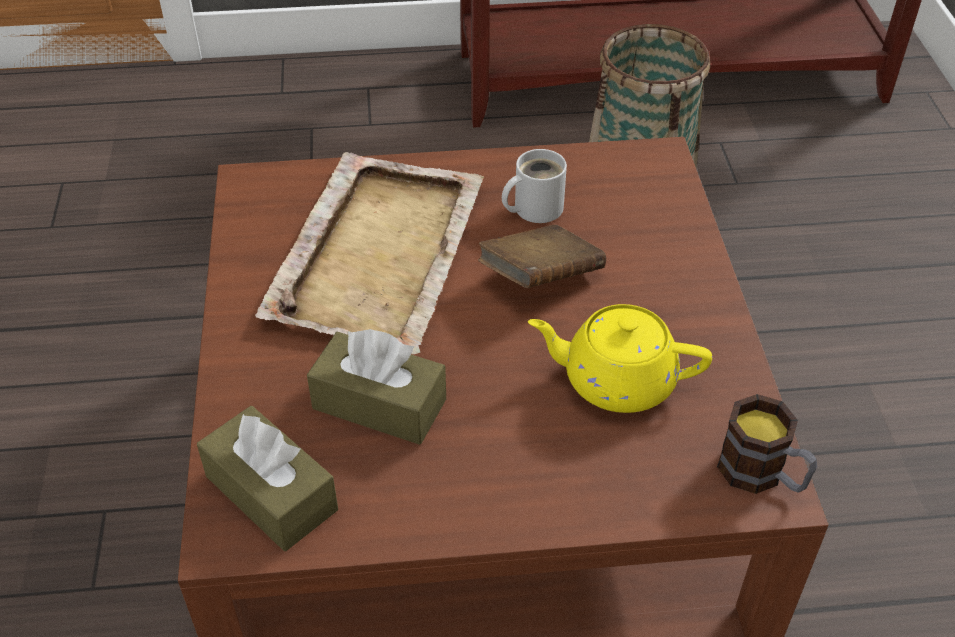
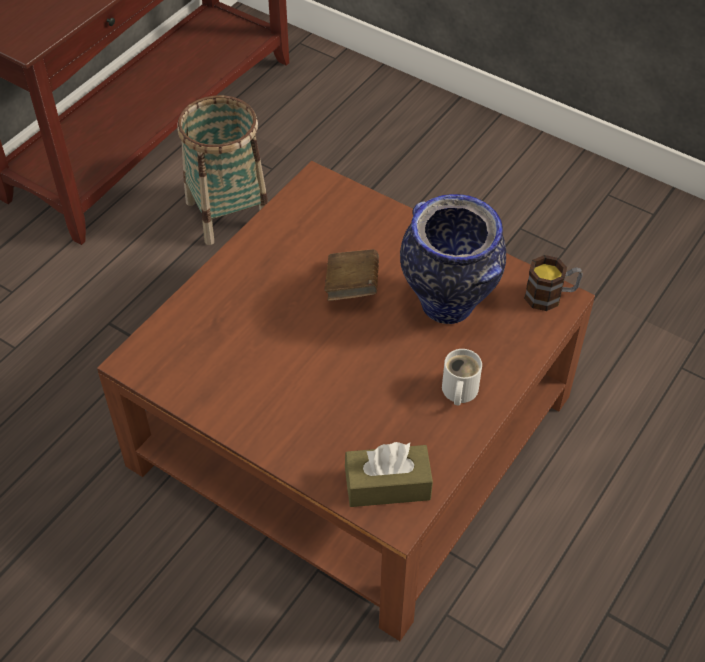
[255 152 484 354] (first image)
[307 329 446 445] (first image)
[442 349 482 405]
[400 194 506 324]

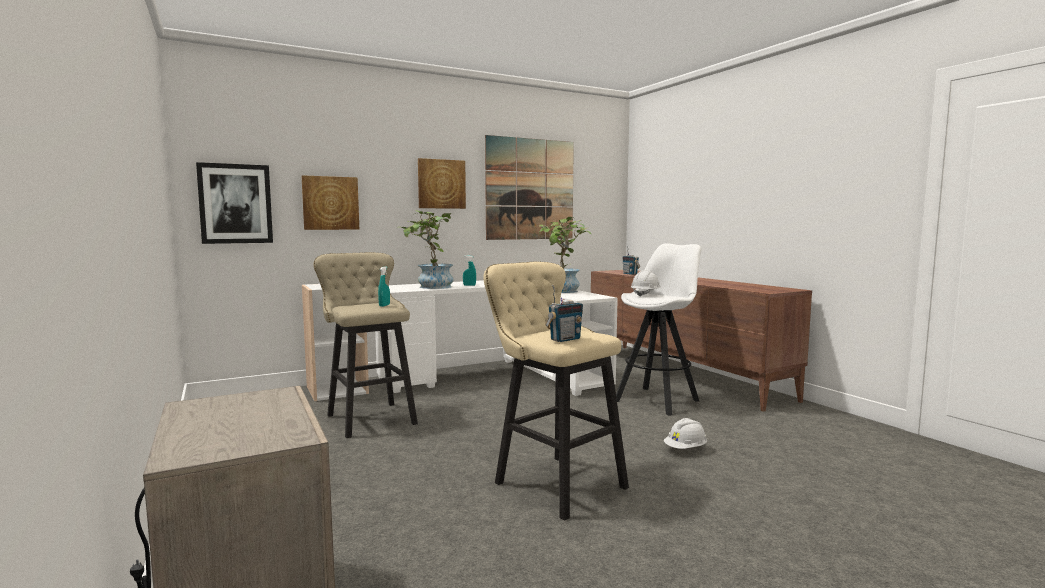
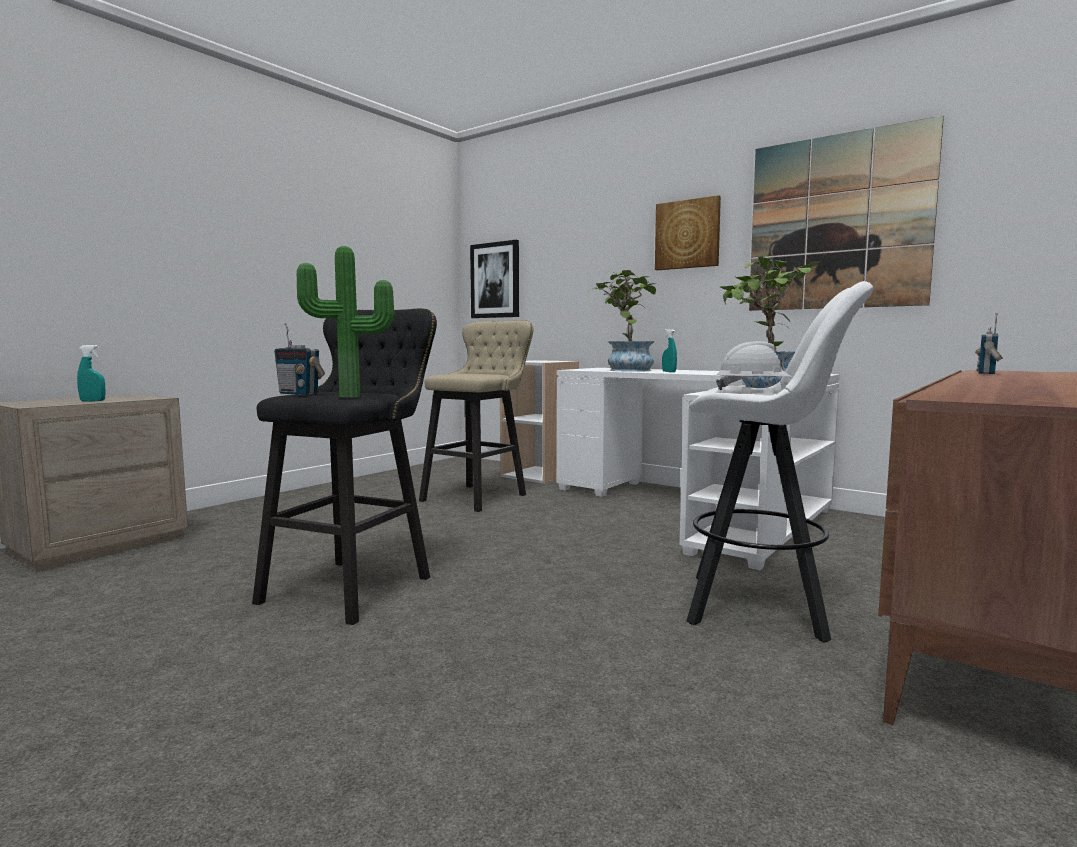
[302 175 359 230] (first image)
[77 345 105 402]
[252 308 437 625]
[664 418 707 449] (first image)
[297 246 394 397]

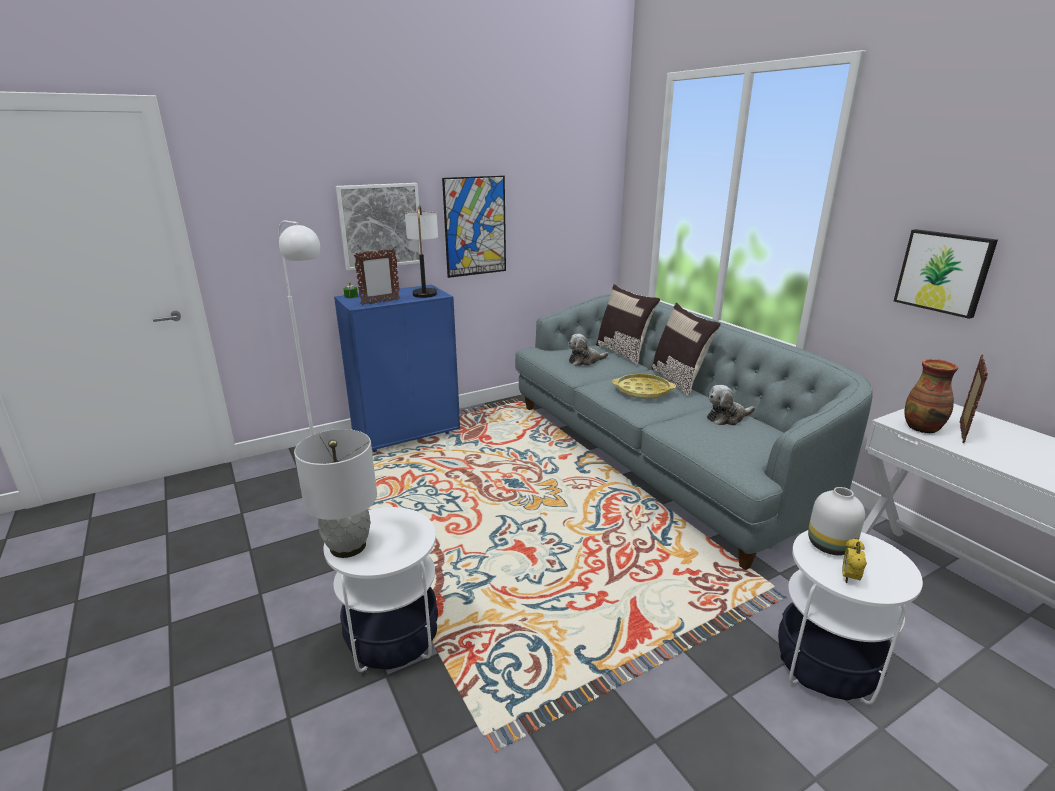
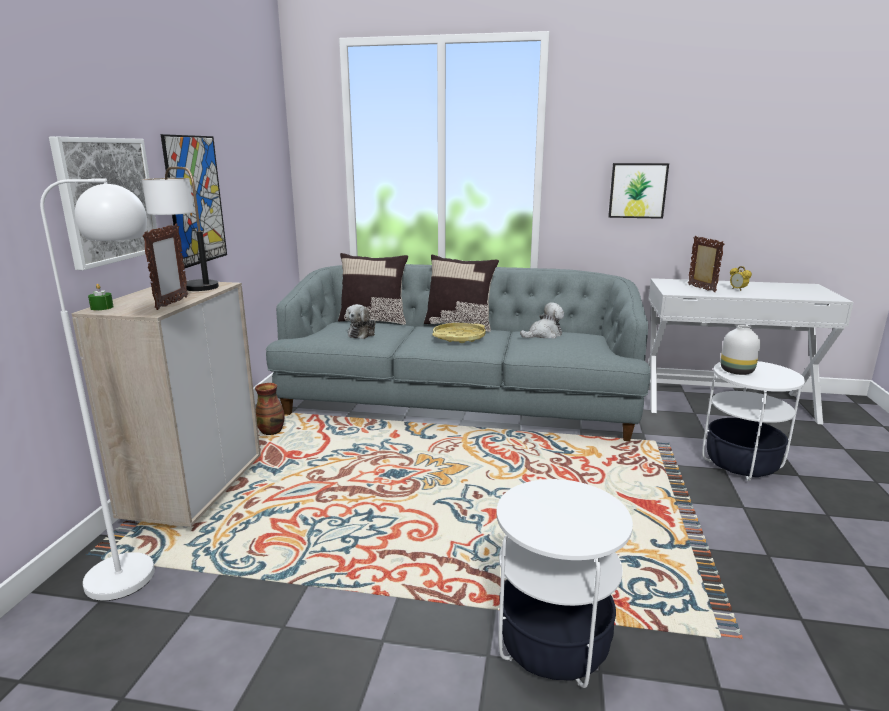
[294 429 377 558] (first image)
[71 282 261 528]
[520 303 564 338]
[730 266 752 291]
[255 383 285 435]

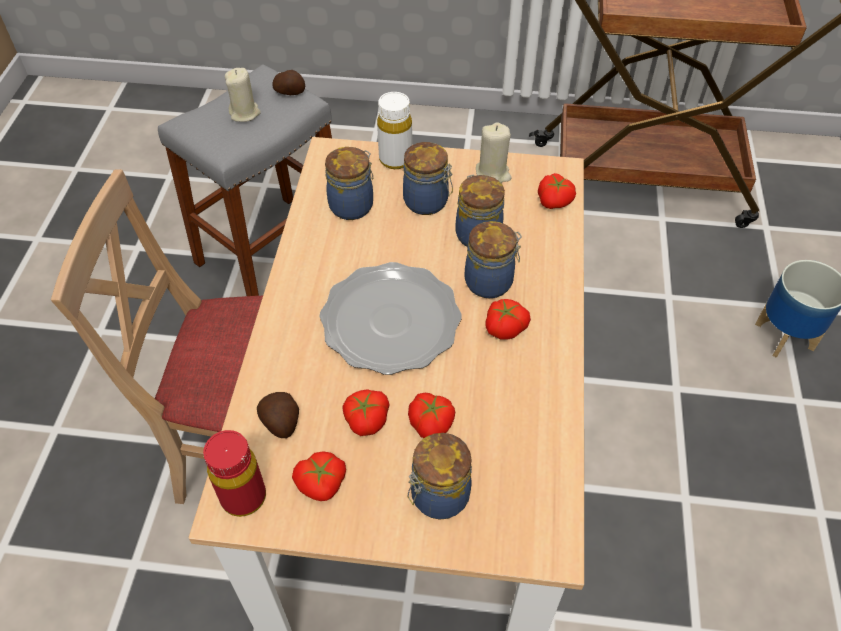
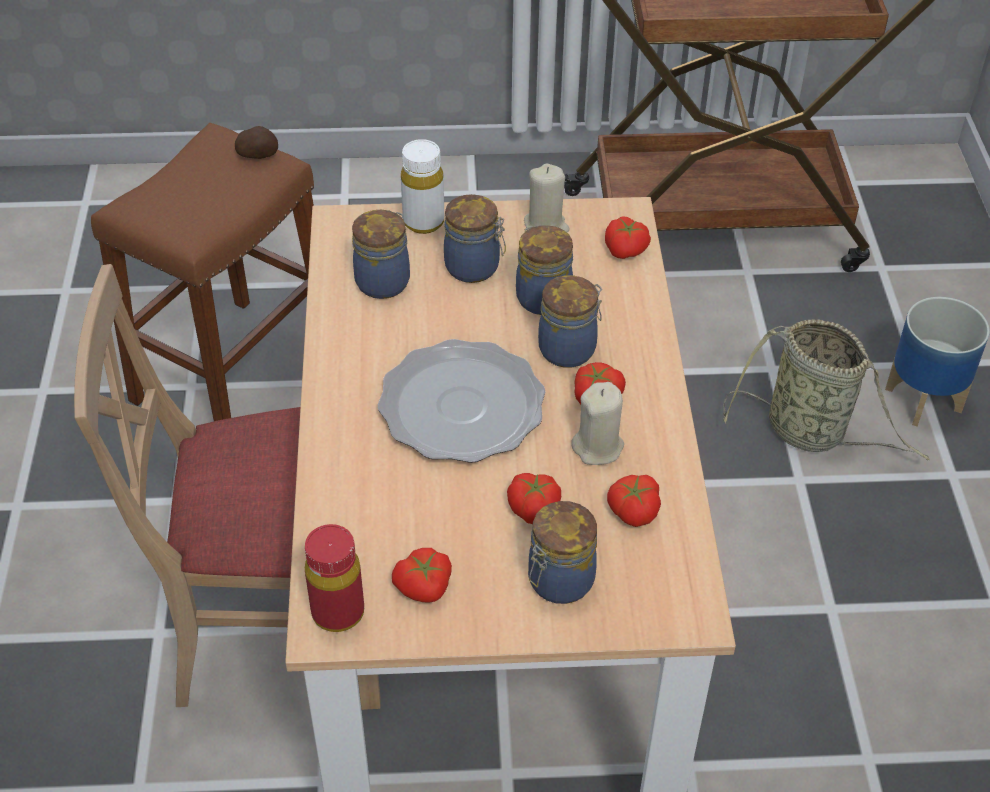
[91 123 314 421]
[571 382 624 465]
[257 392 299 438] (first image)
[607 475 661 527]
[723 319 930 460]

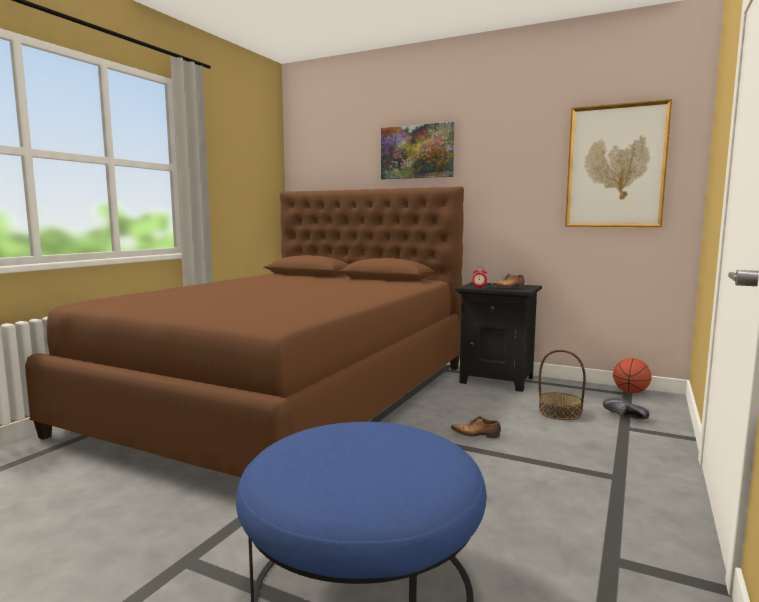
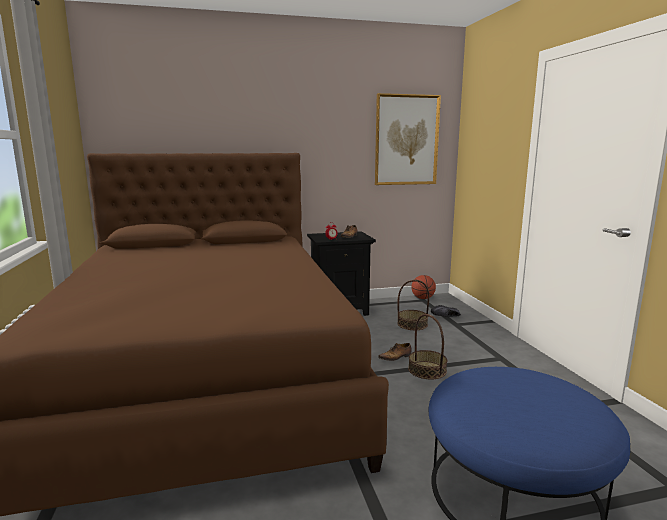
[381 122 454 179] (first image)
[408 314 447 379]

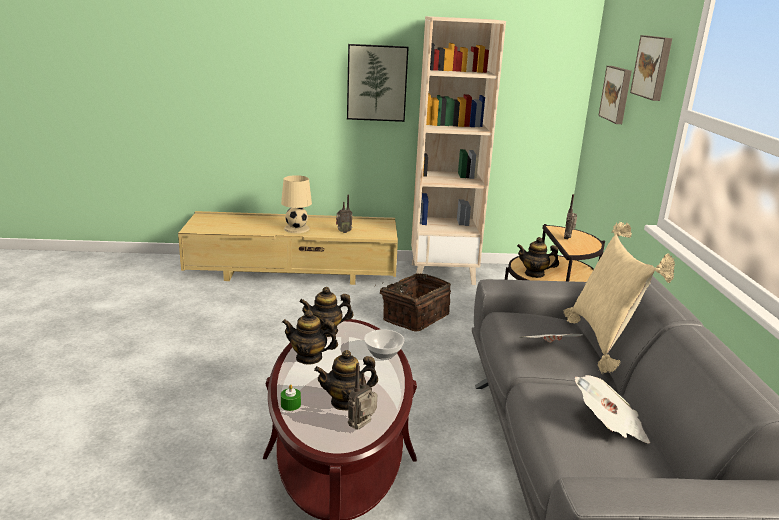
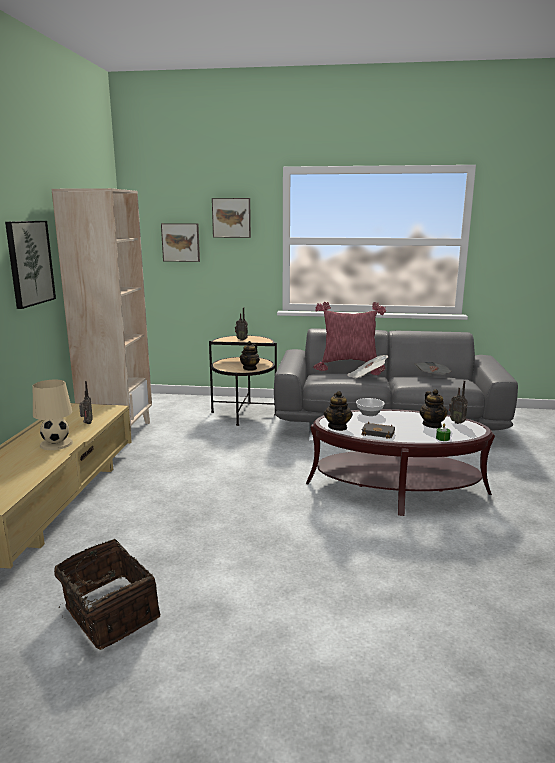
[362 422 395 439]
[54 539 160 650]
[313 302 386 375]

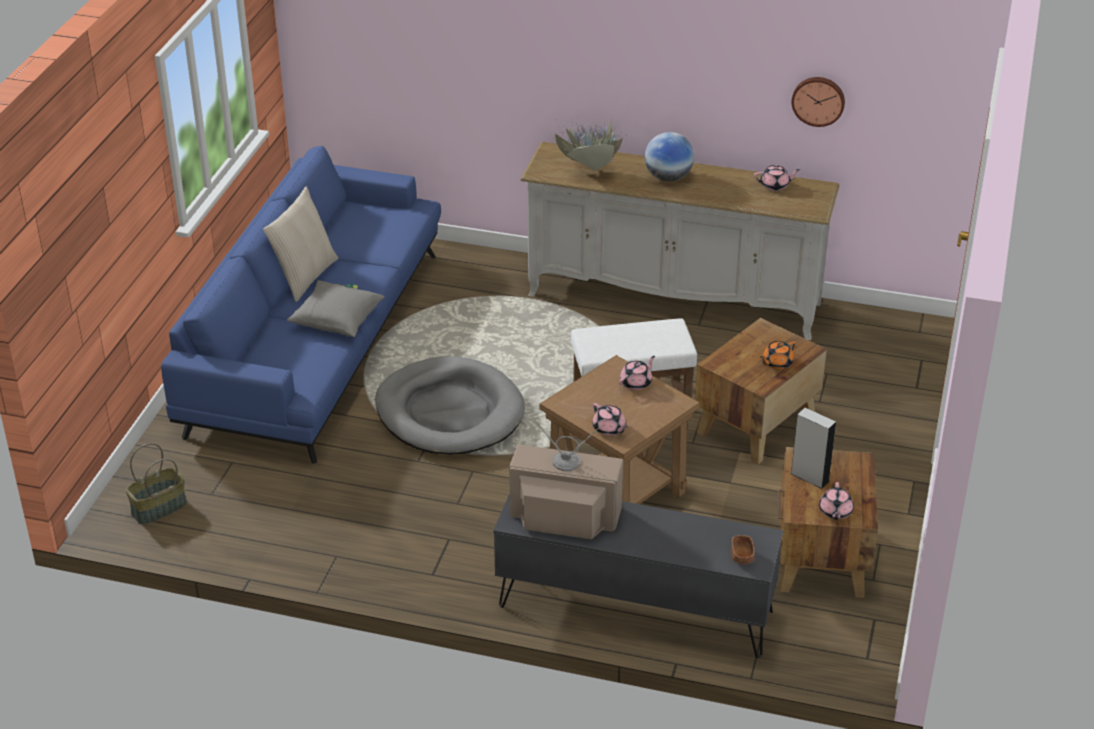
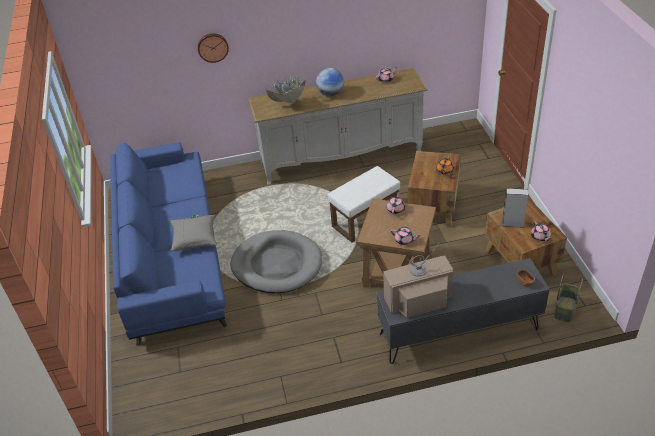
[554 273 583 322]
[263 187 338 302] (first image)
[198 33 229 63]

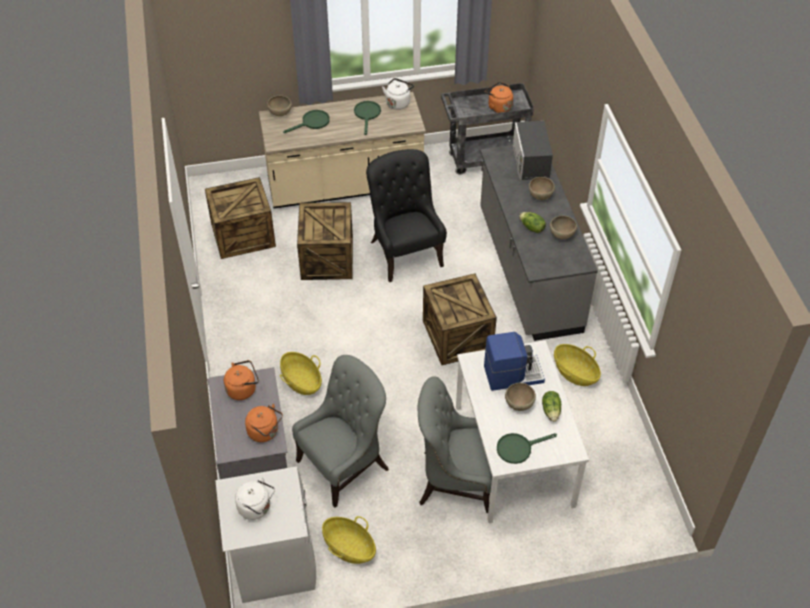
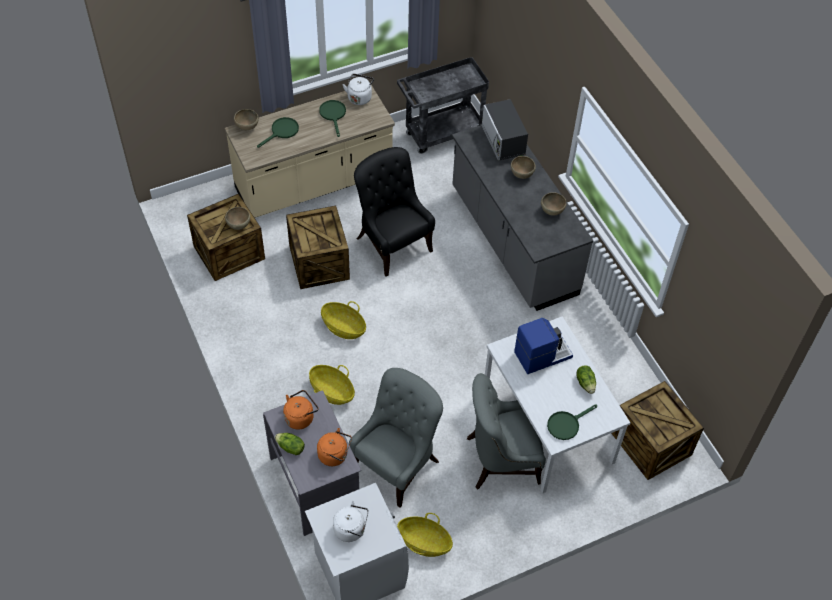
[611 381 704 480]
[485 82 513 113] (first image)
[225 207 250 230]
[275 433 305 455]
[321 301 366 339]

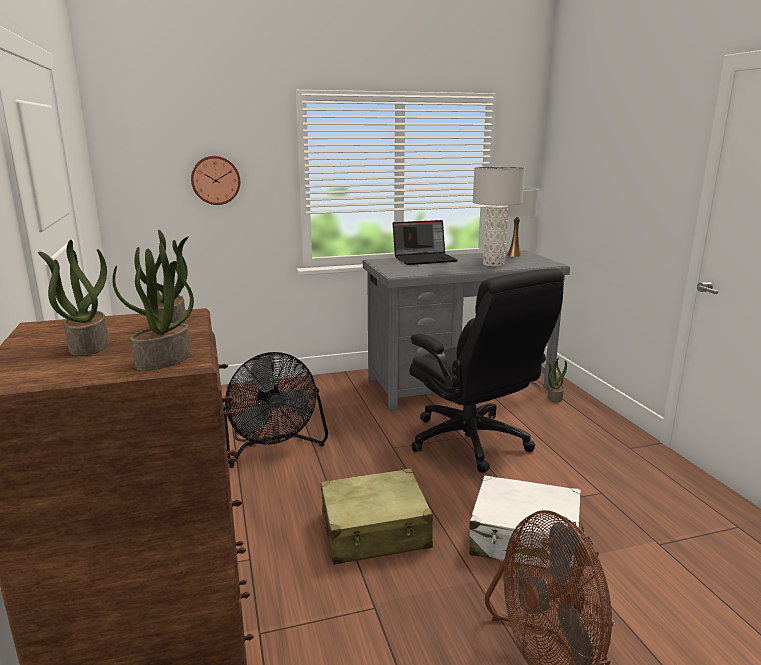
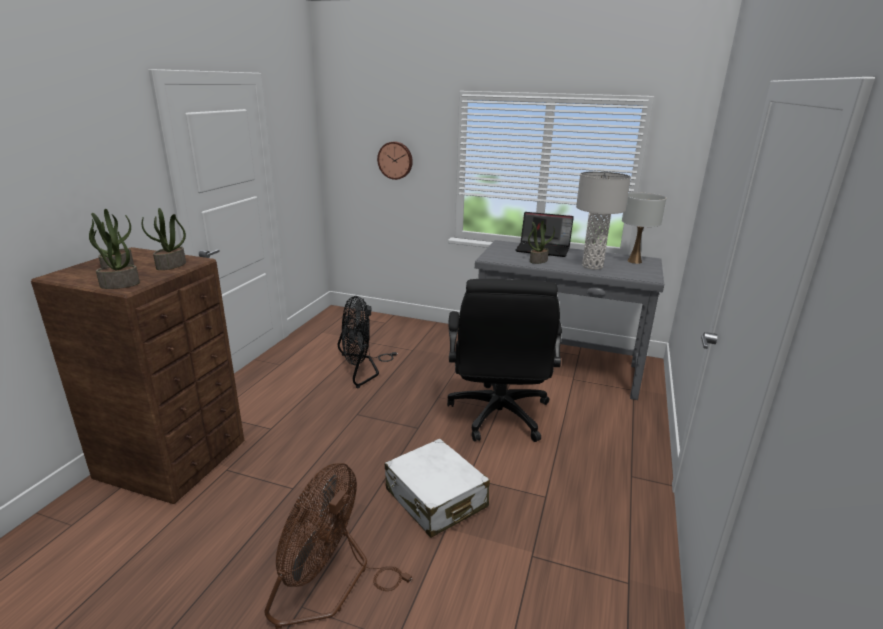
[338 296 398 388]
[321 468 433 565] (first image)
[528 220 555 264]

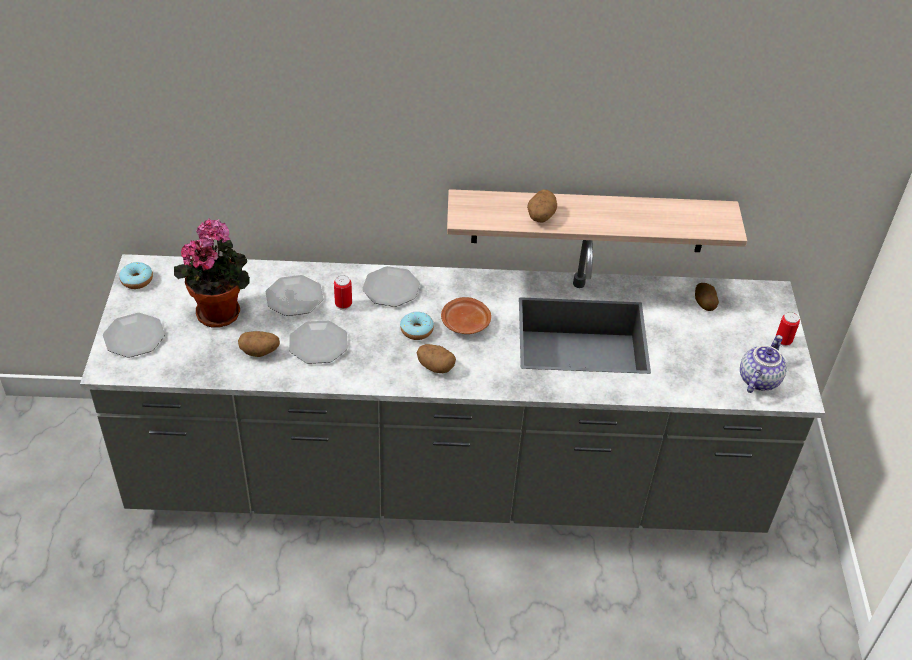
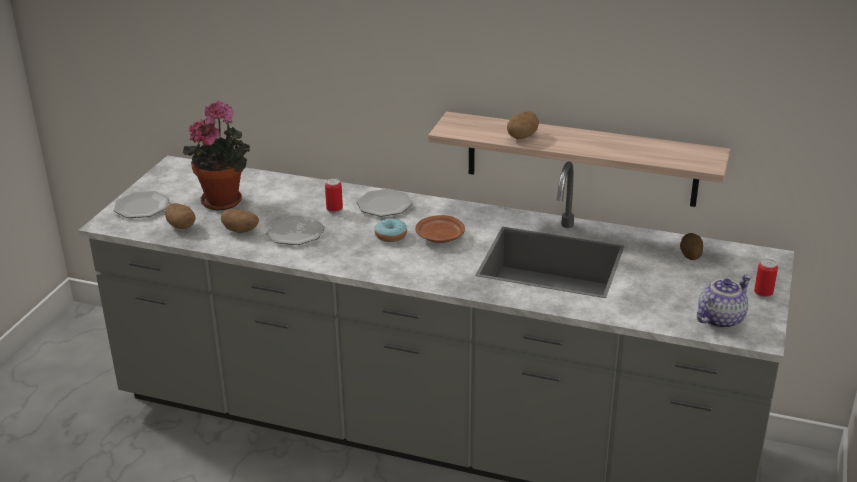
[119 262 153 289] (first image)
[266 275 323 316] (first image)
[165 203 196 229]

